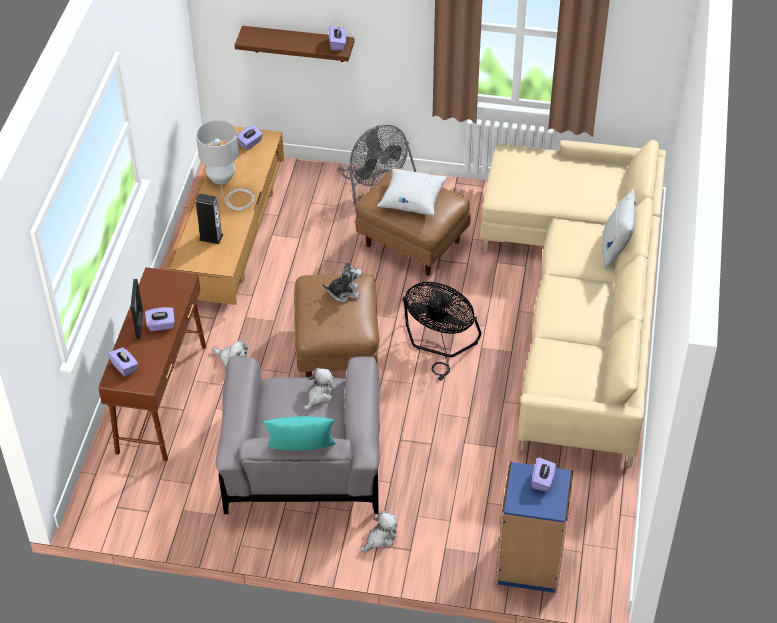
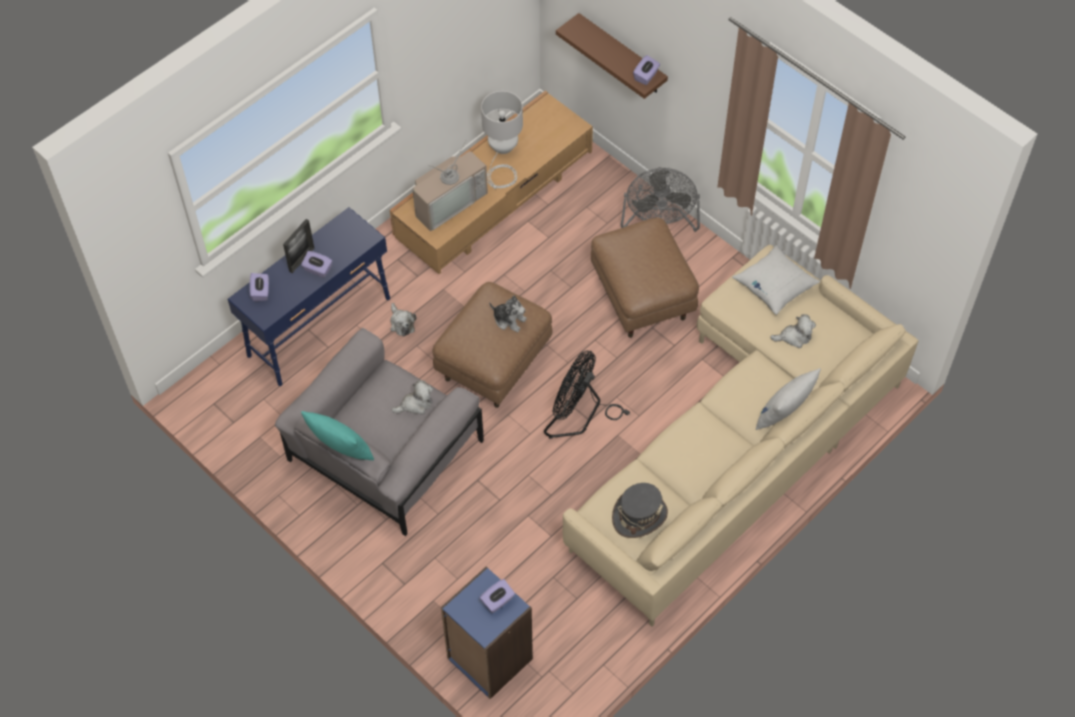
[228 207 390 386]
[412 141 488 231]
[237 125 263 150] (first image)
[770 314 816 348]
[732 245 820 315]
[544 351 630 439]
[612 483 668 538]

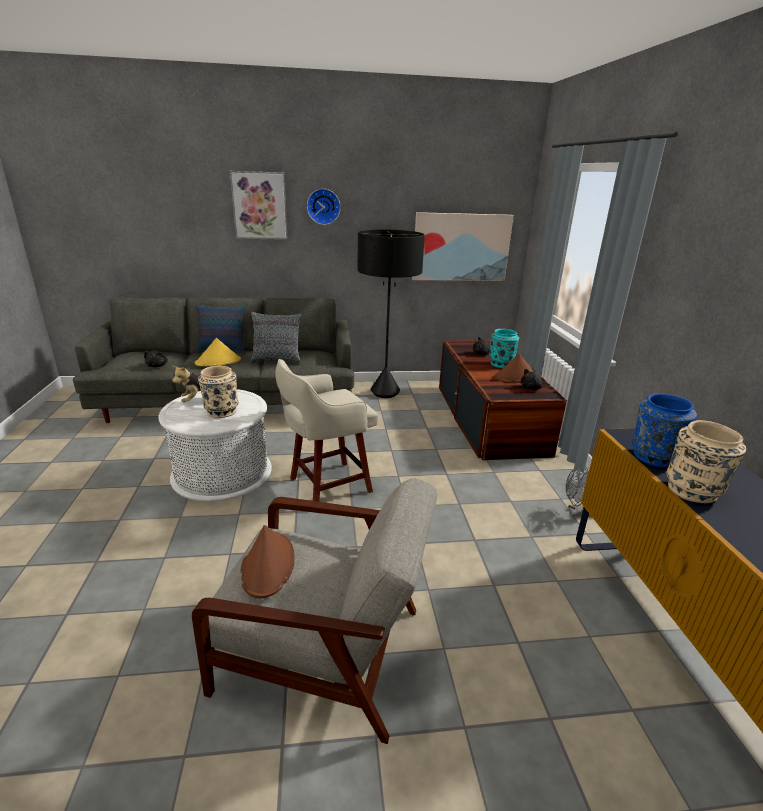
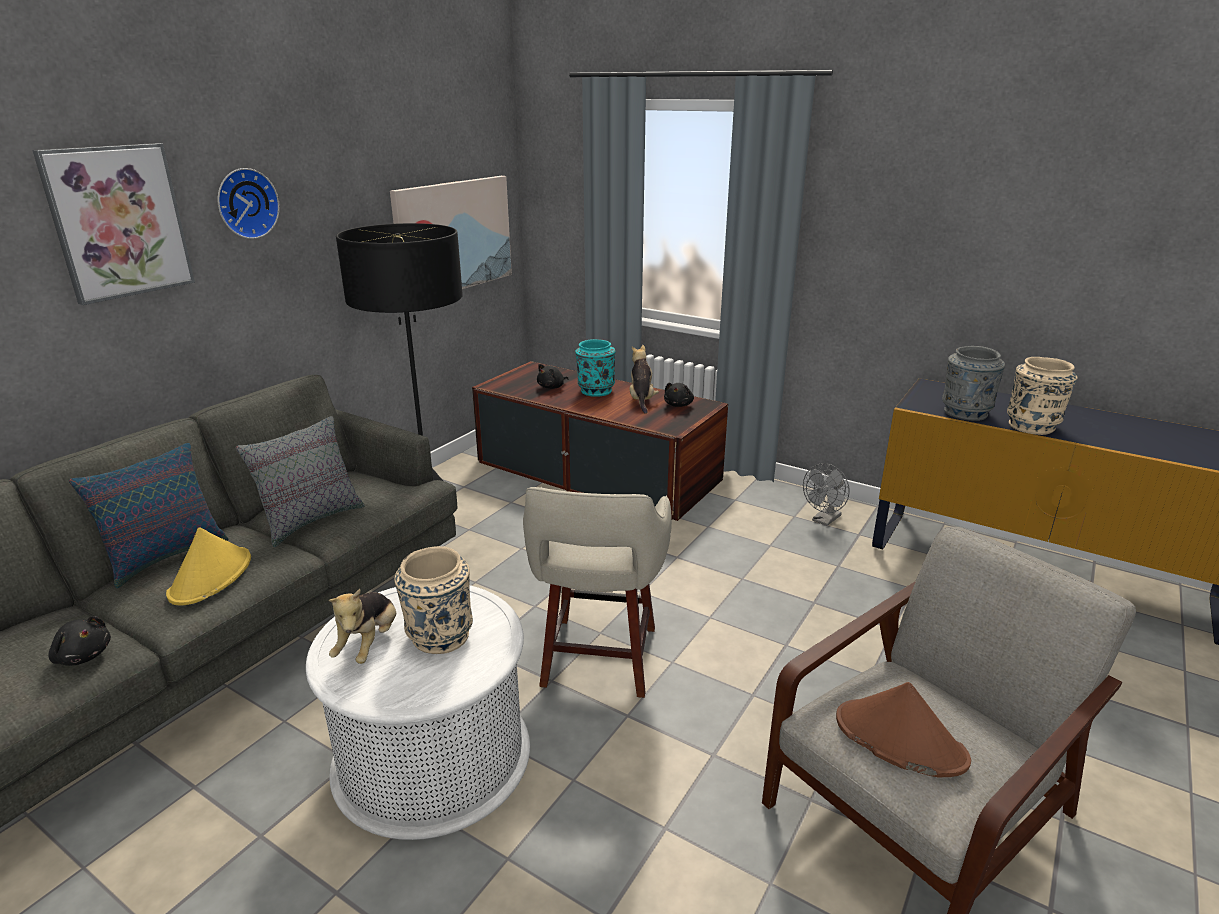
[630 345 659 414]
[942 346 1005 421]

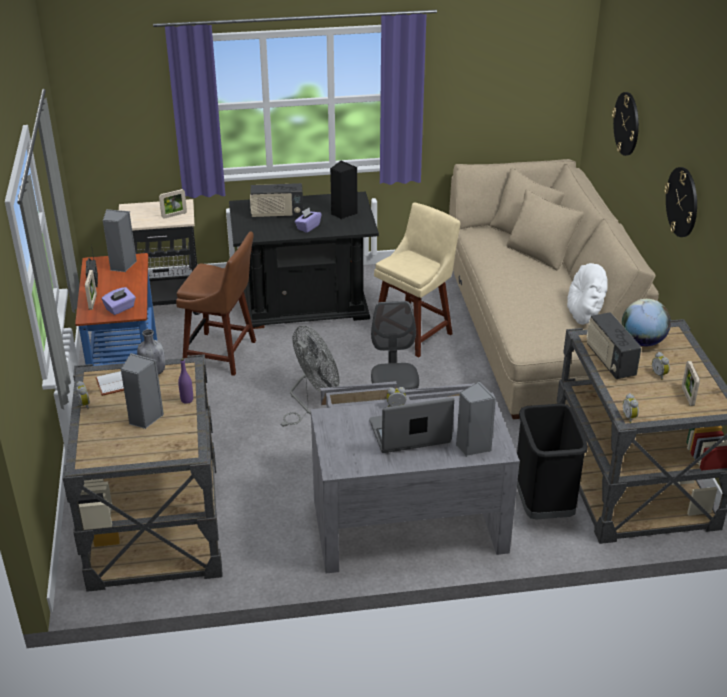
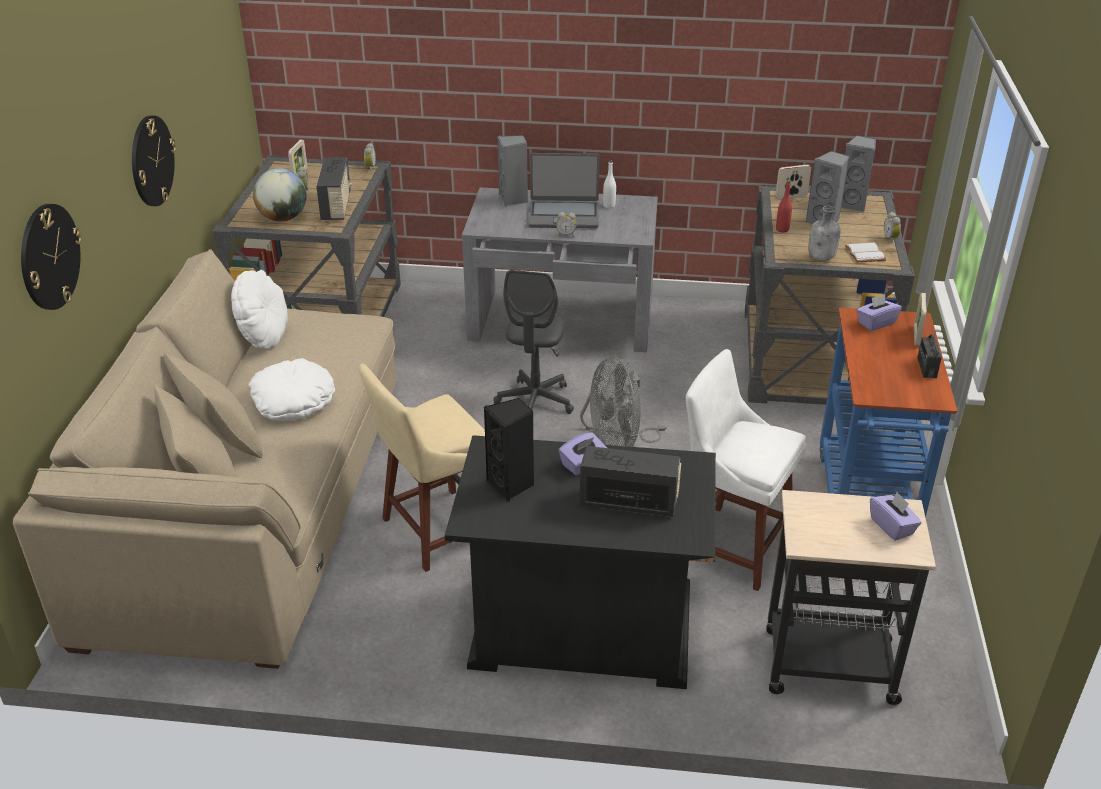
[841 135 876 212]
[775 165 811 200]
[686 349 806 591]
[776 181 792 233]
[517 404 588 520] (first image)
[249 358 335 420]
[603 161 616 209]
[870 492 922 541]

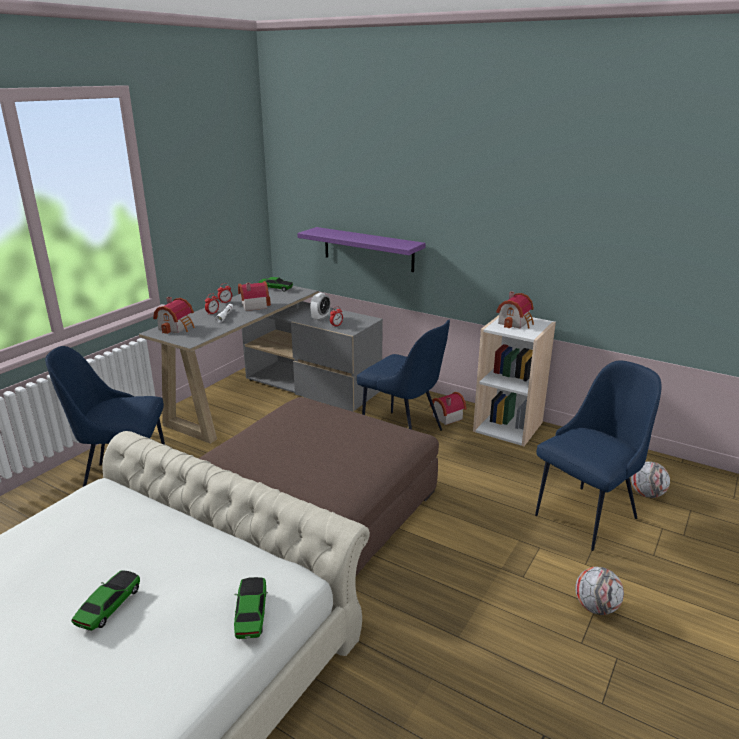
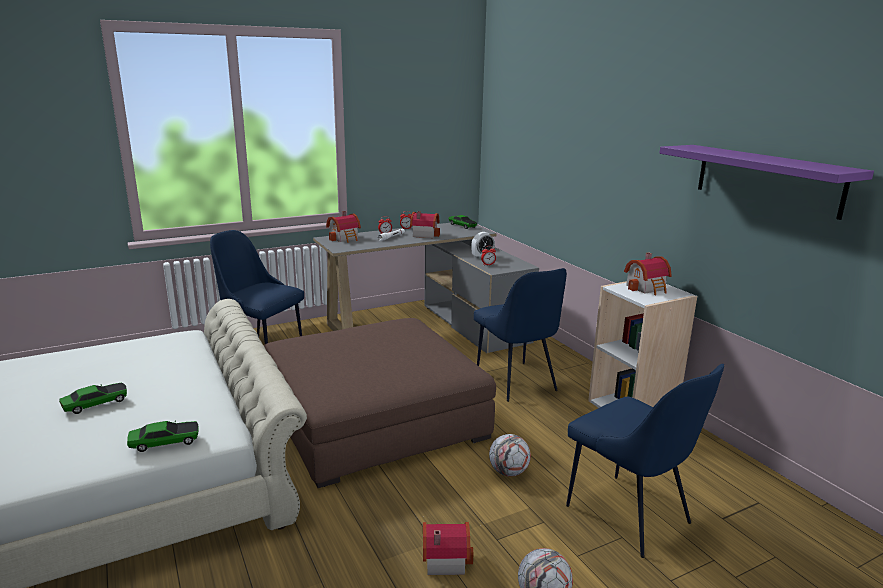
[127 421 199 452]
[659 145 874 220]
[423 522 473 575]
[566 364 724 558]
[489 434 531 477]

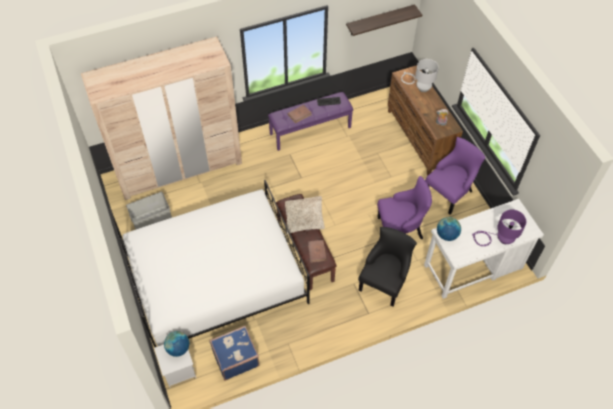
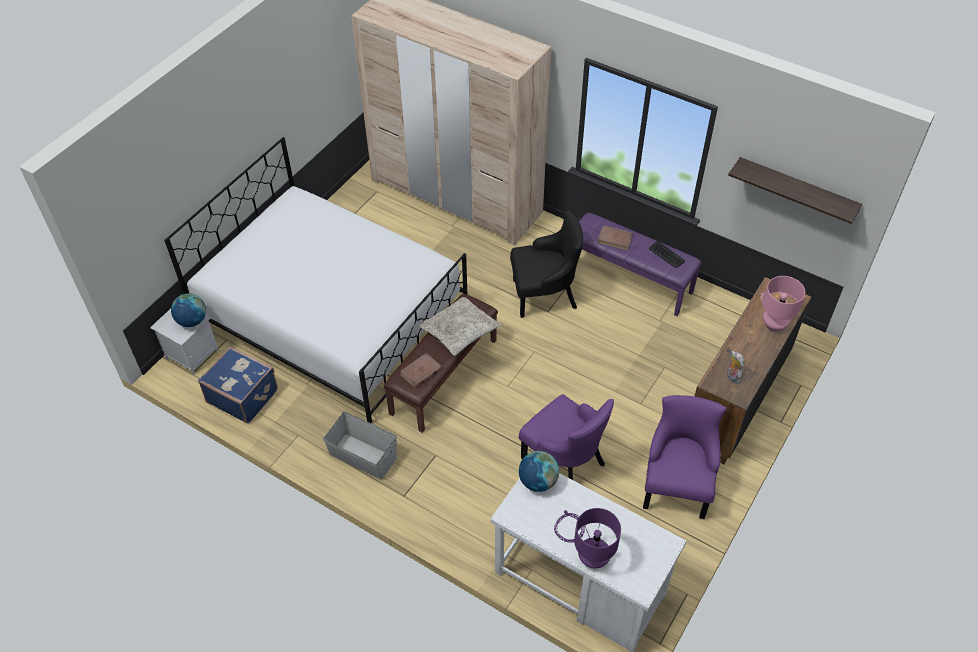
[323 411 397 480]
[510 209 583 318]
[761 276 805 332]
[643 395 727 519]

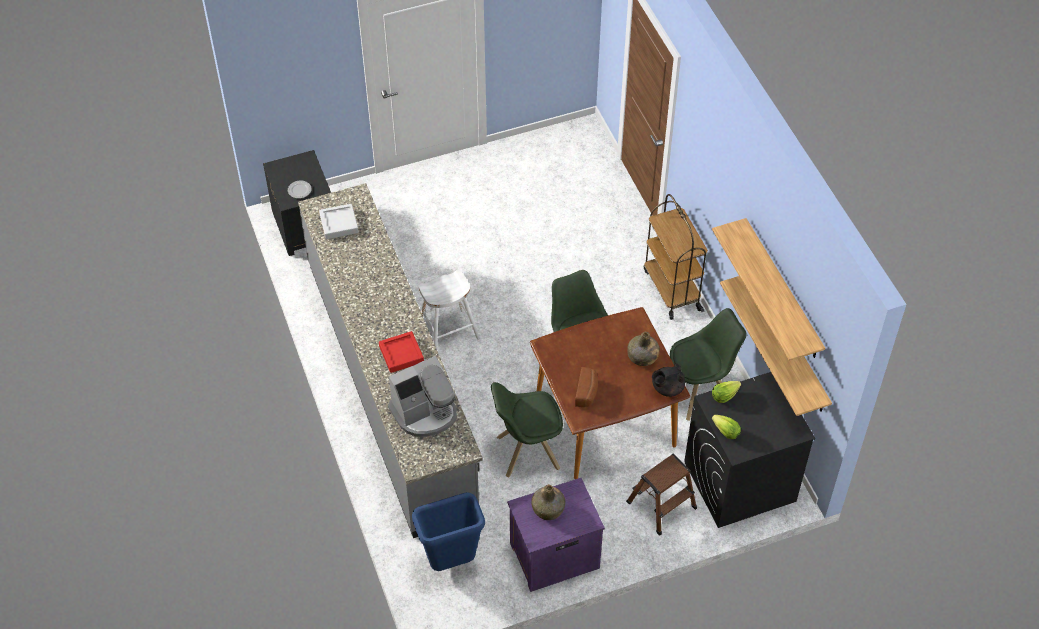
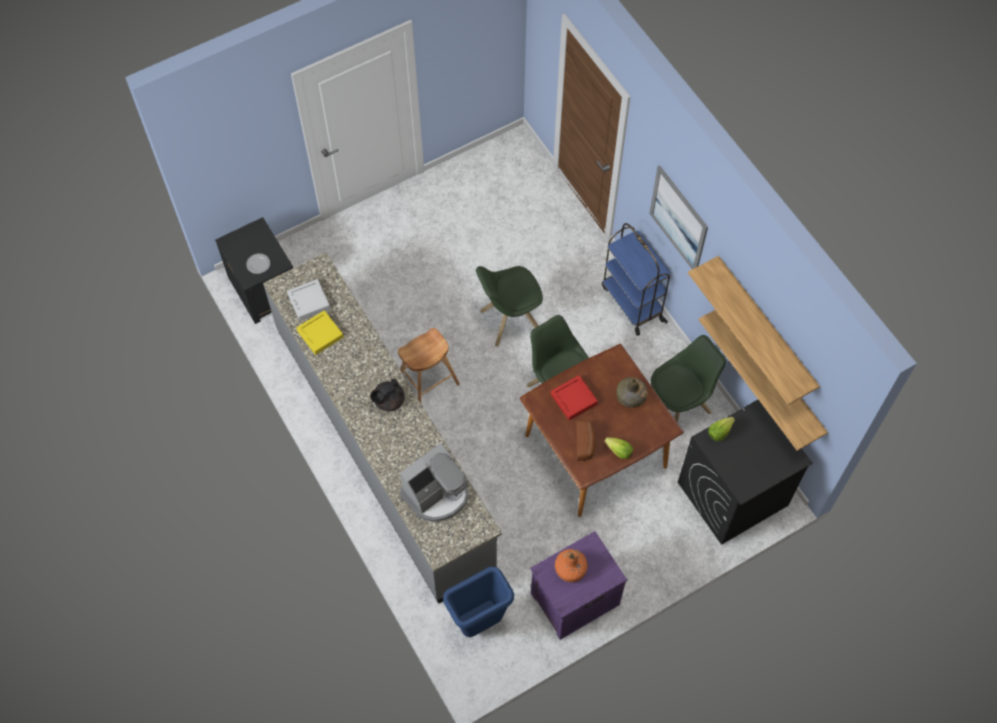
[551 375 598 420]
[398 328 460 403]
[476 266 543 347]
[555 549 588 582]
[626 453 697 536] (first image)
[602 223 671 336]
[370 379 405 411]
[604 437 633 459]
[297 310 343 355]
[649 165 708 269]

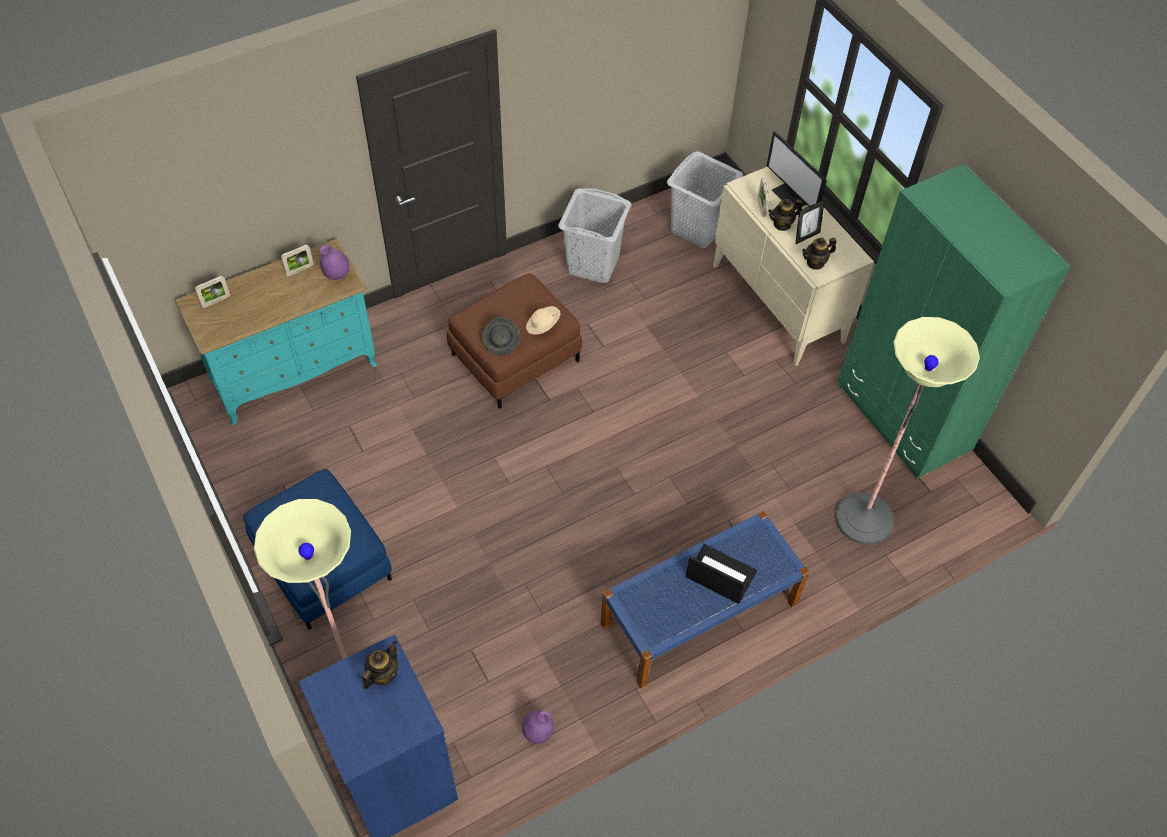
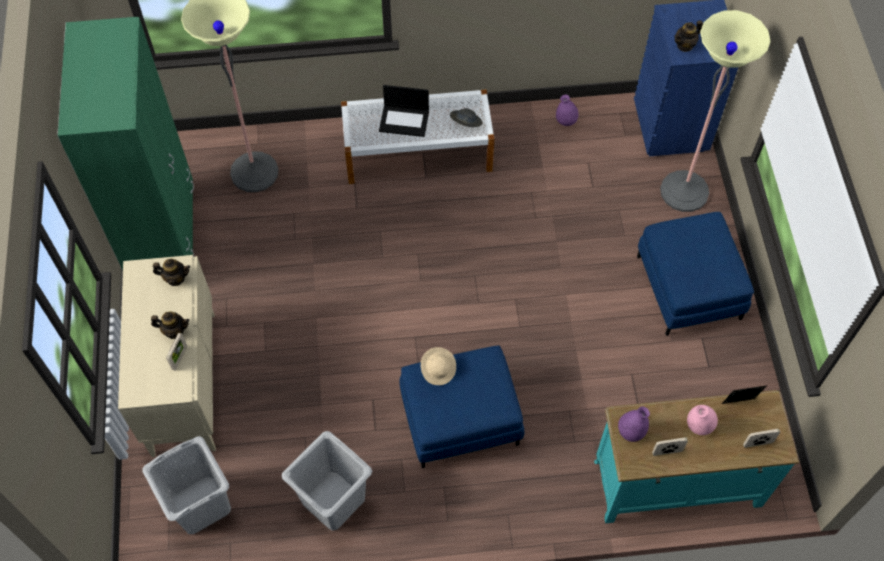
[399 346 524 468]
[450 108 483 127]
[341 89 495 184]
[379 85 429 137]
[766 131 827 210] (first image)
[722 386 766 404]
[687 405 718 435]

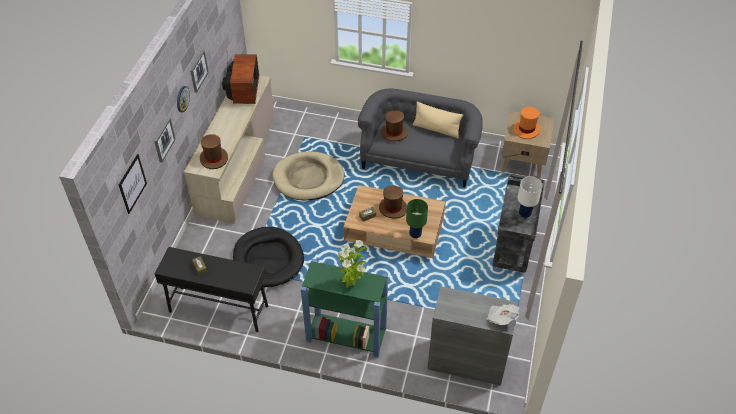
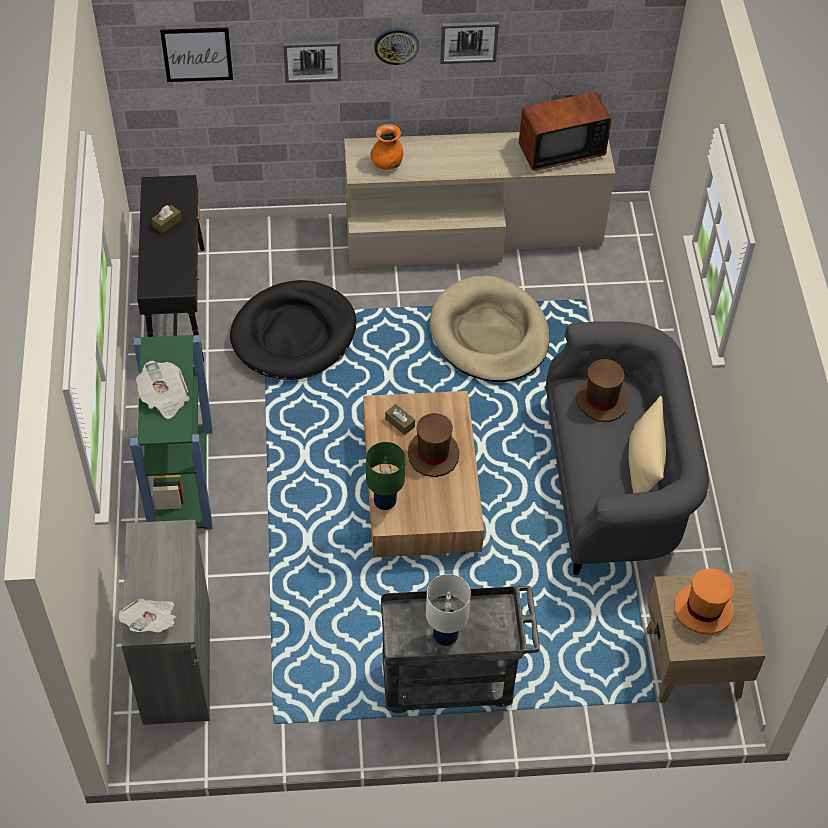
[370 124 403 170]
[136 360 190 419]

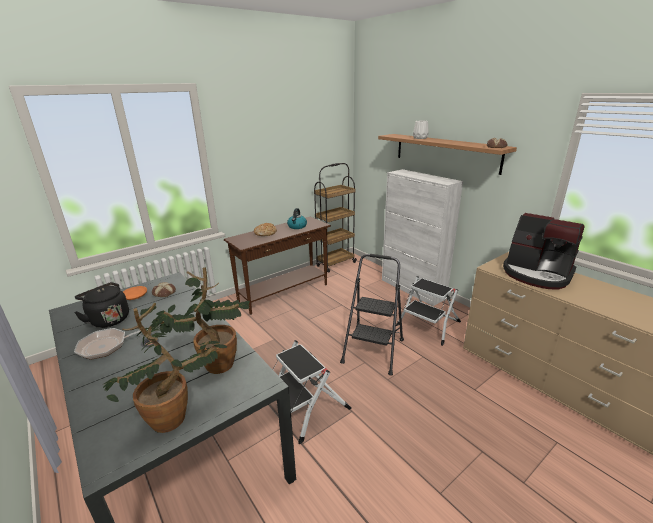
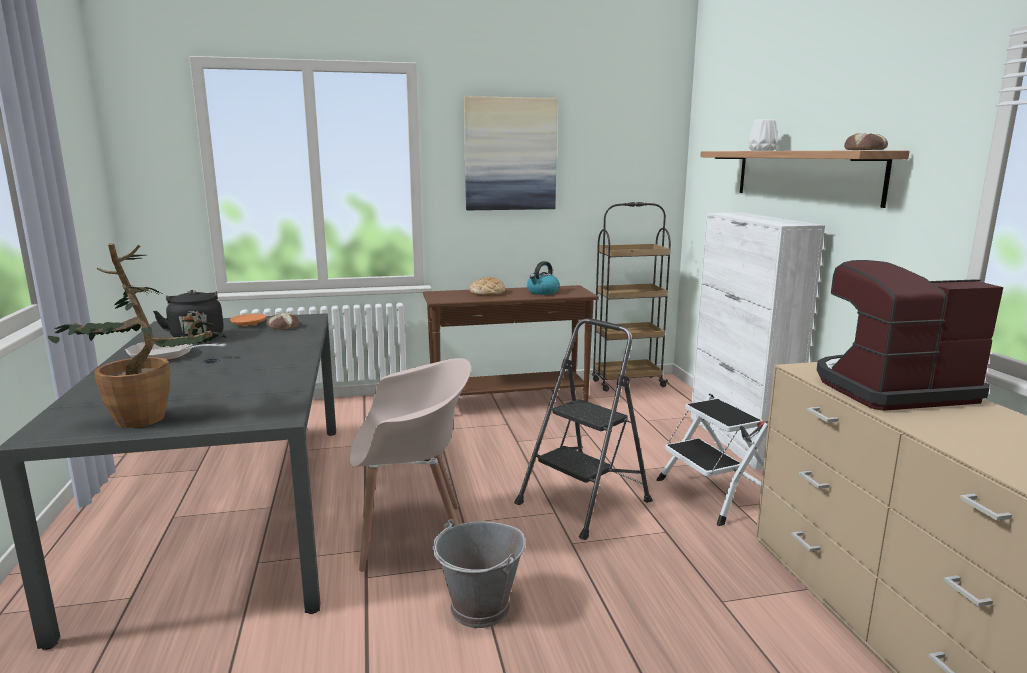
[151 267 250 374] (first image)
[349 358 471 572]
[817 260 1003 411]
[433 519 525 628]
[464 96 557 210]

